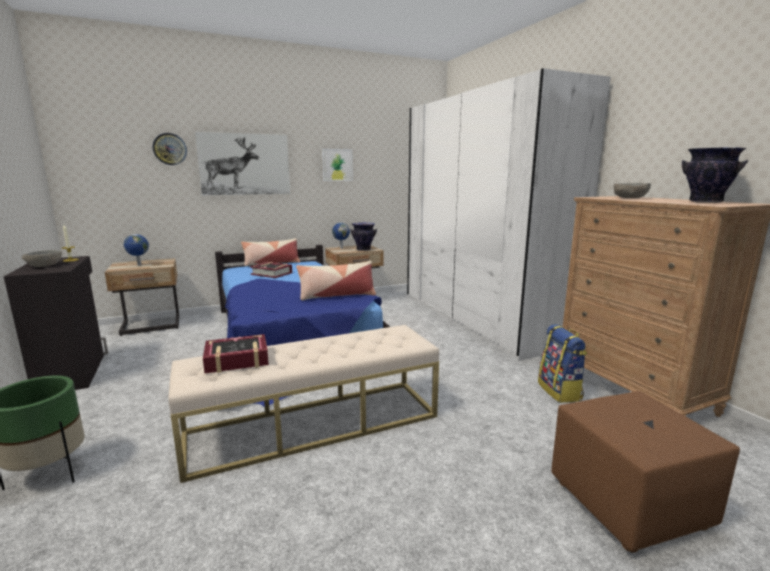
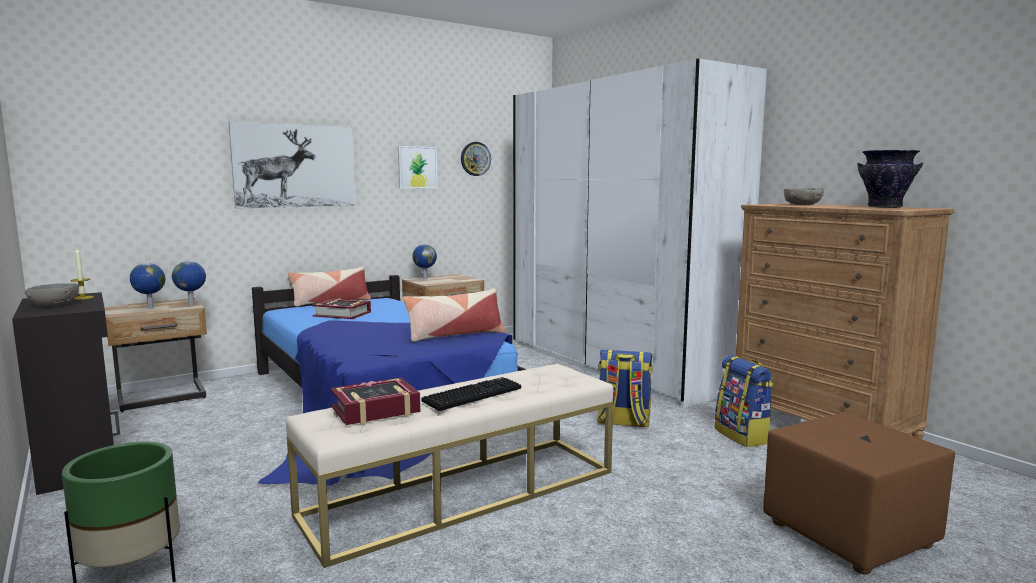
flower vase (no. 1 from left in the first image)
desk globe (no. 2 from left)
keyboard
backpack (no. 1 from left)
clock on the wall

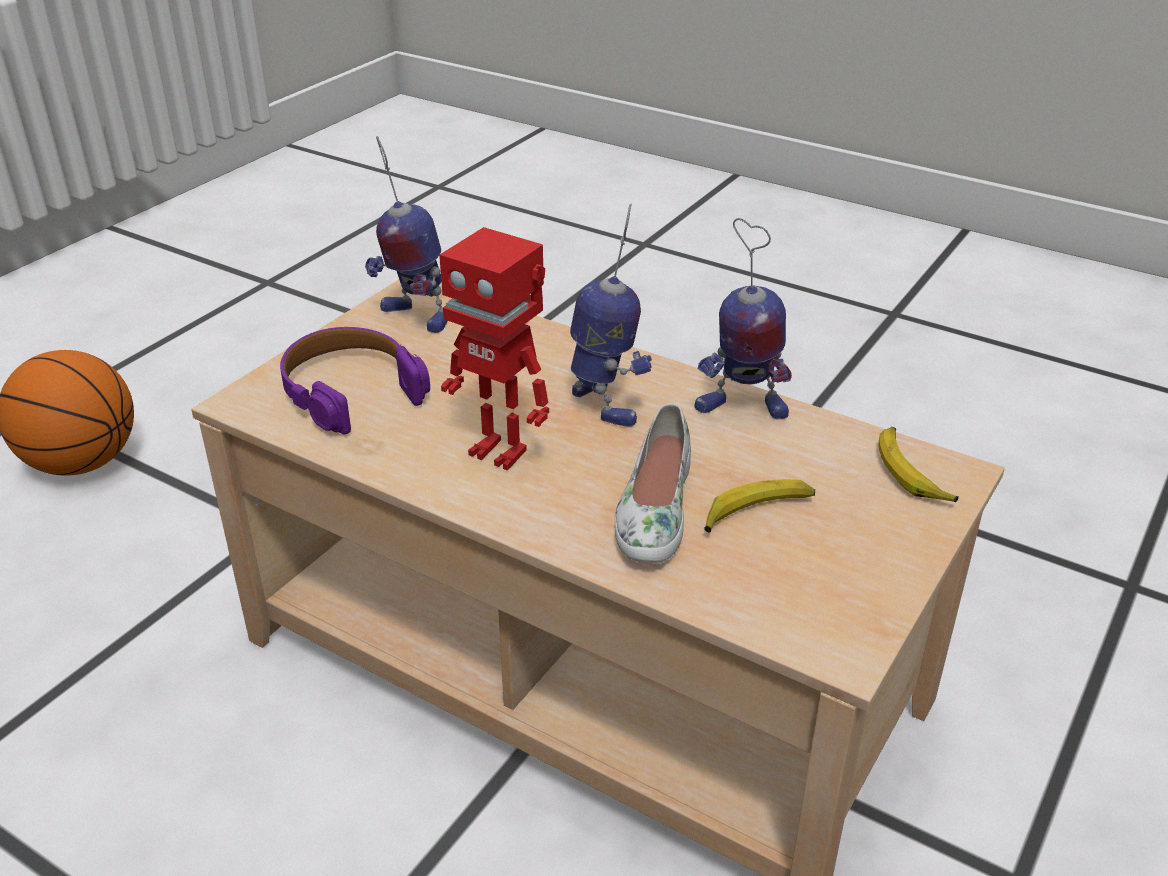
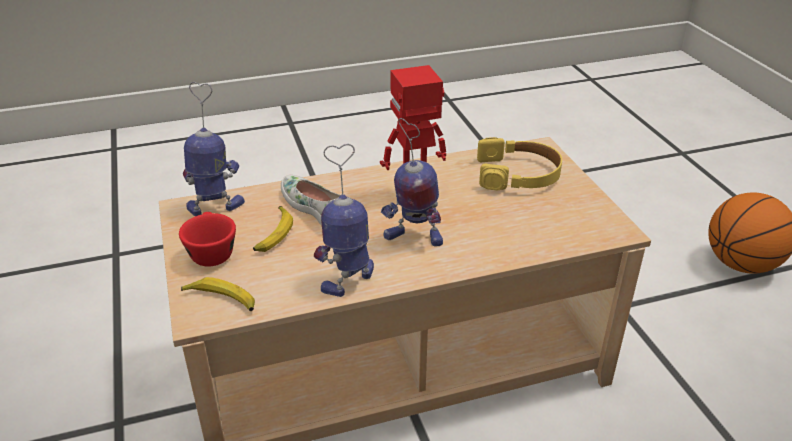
small cup in red-coloured
toy robot (no. 1 from left)
pair of headphones in yellow-coloured

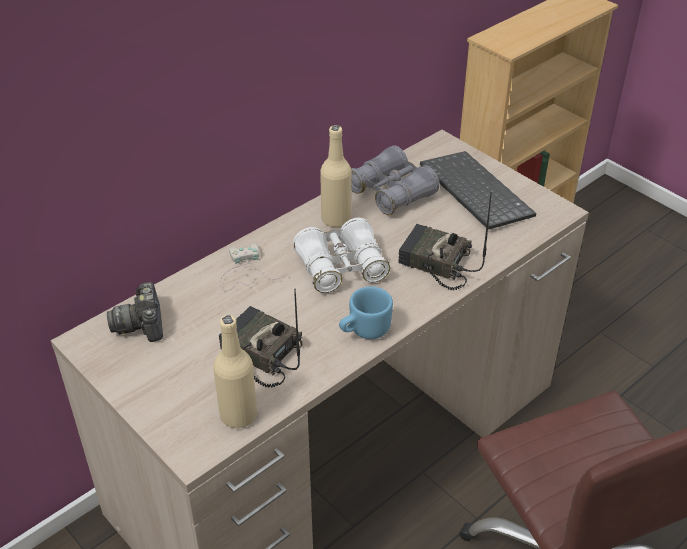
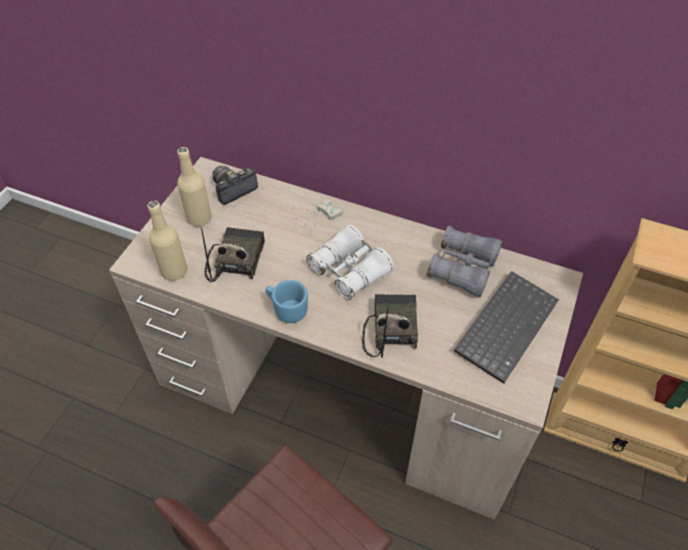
beverage bottle in sand-coloured (no. 2 from left)

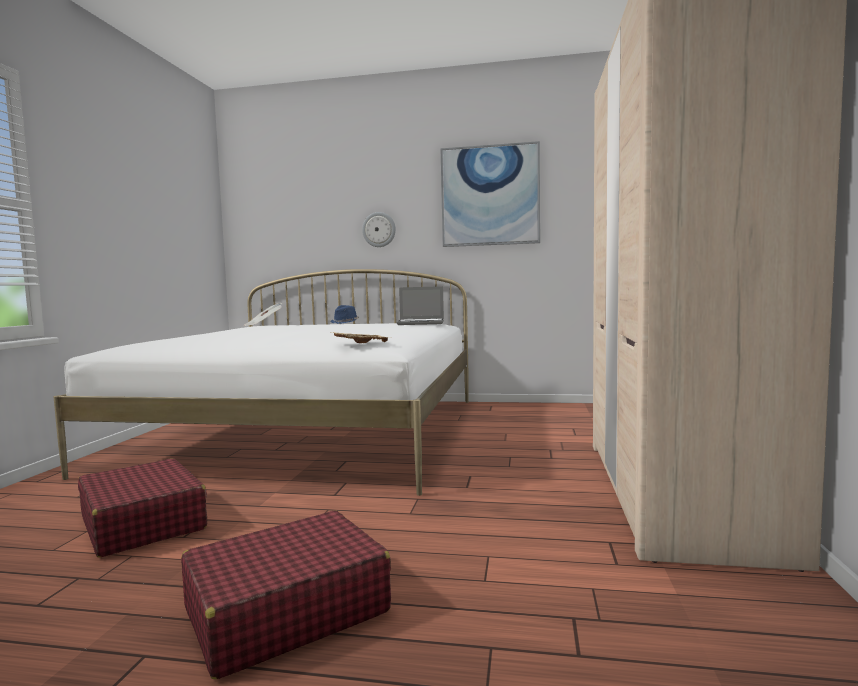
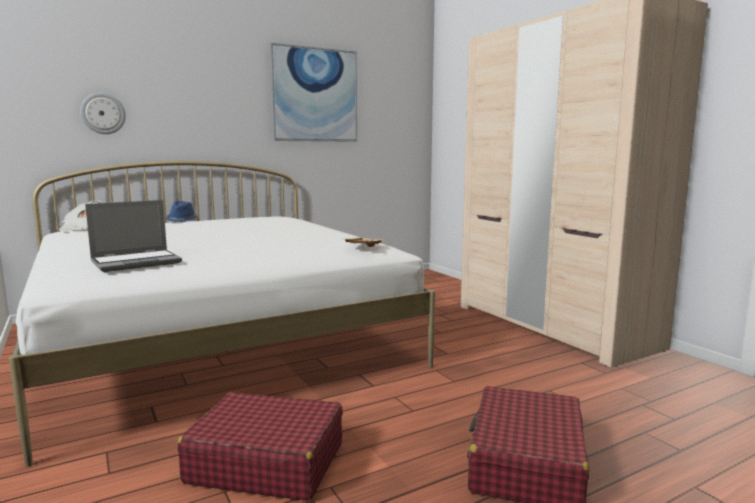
clock on the wall
laptop

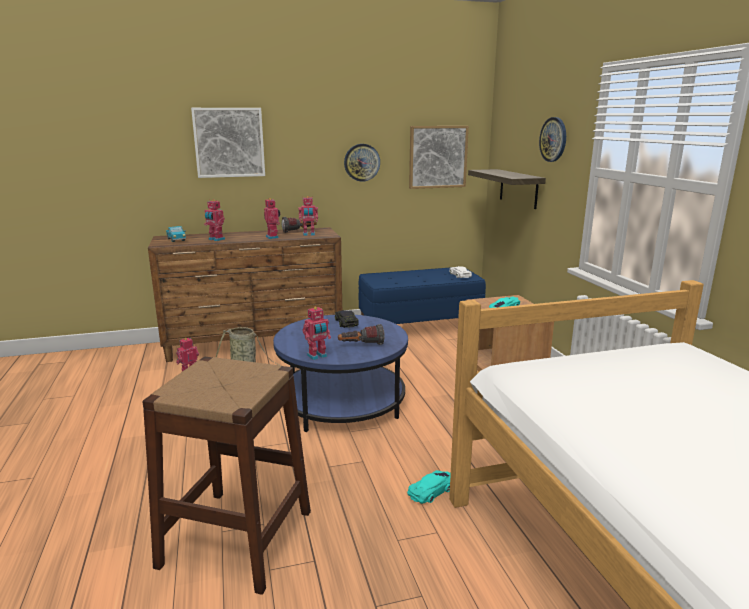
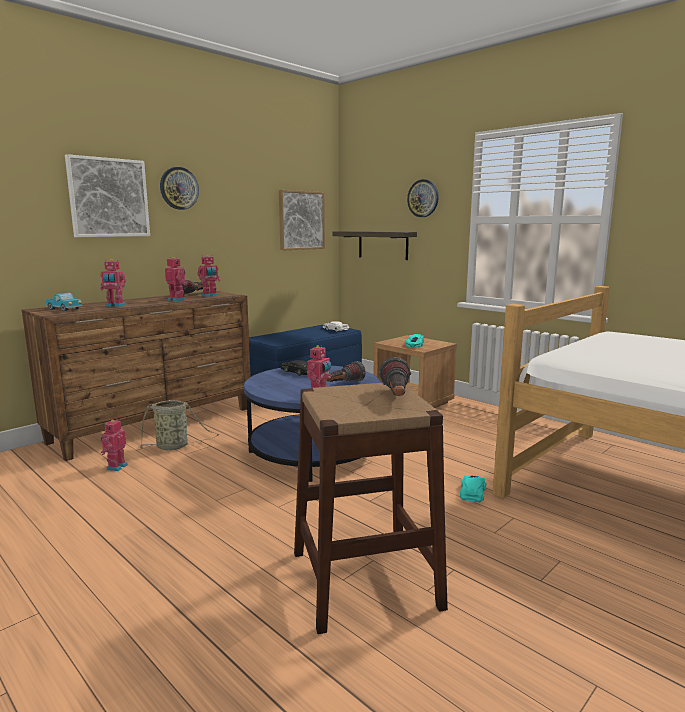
flashlight (no. 3 from left)
clock on the wall (no. 1 from left)

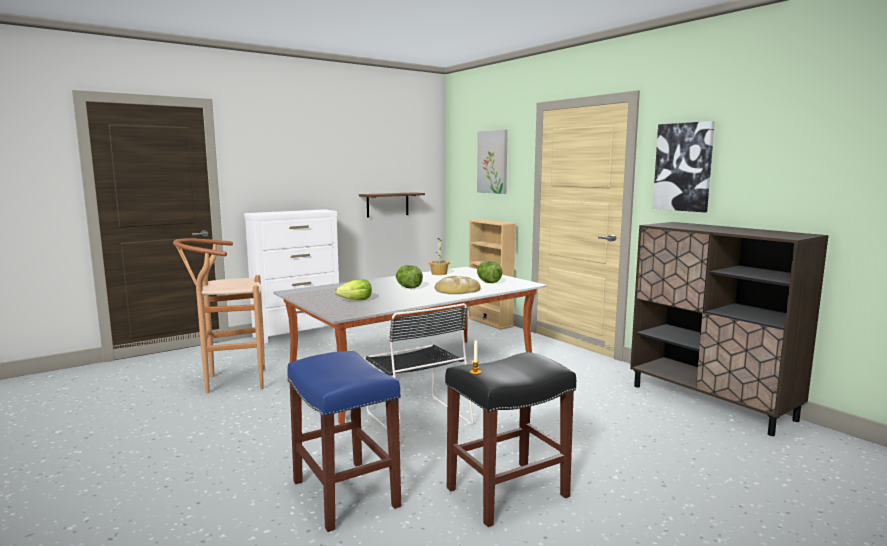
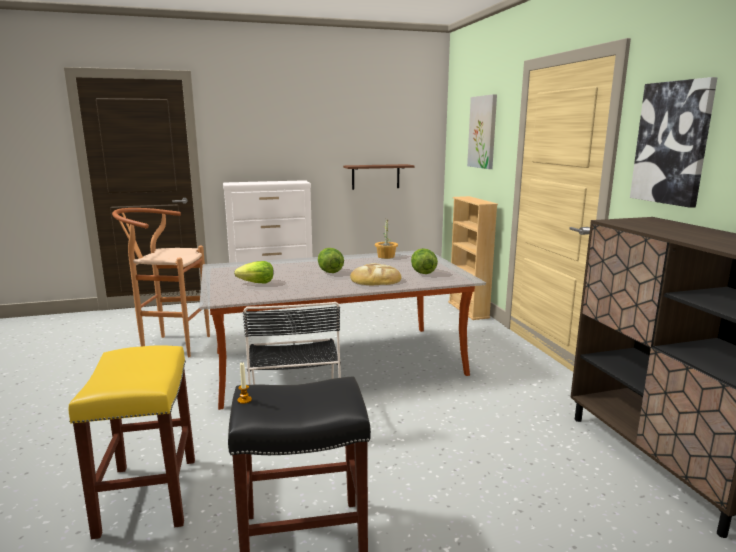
stool in yellow-coloured

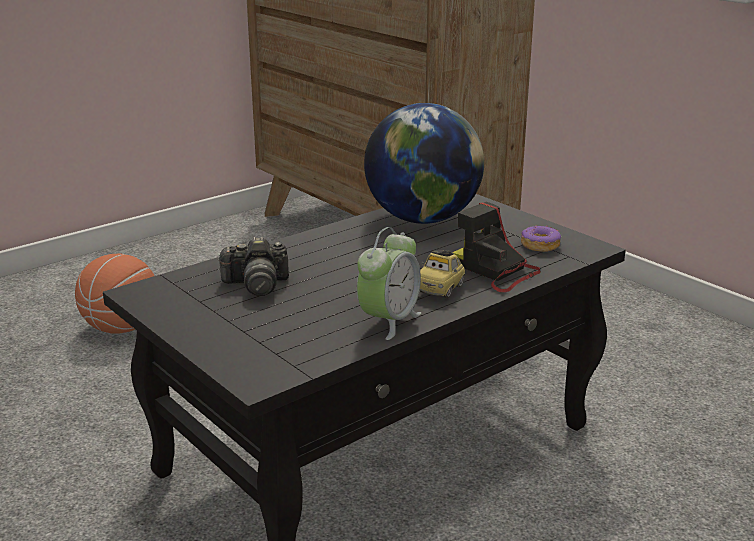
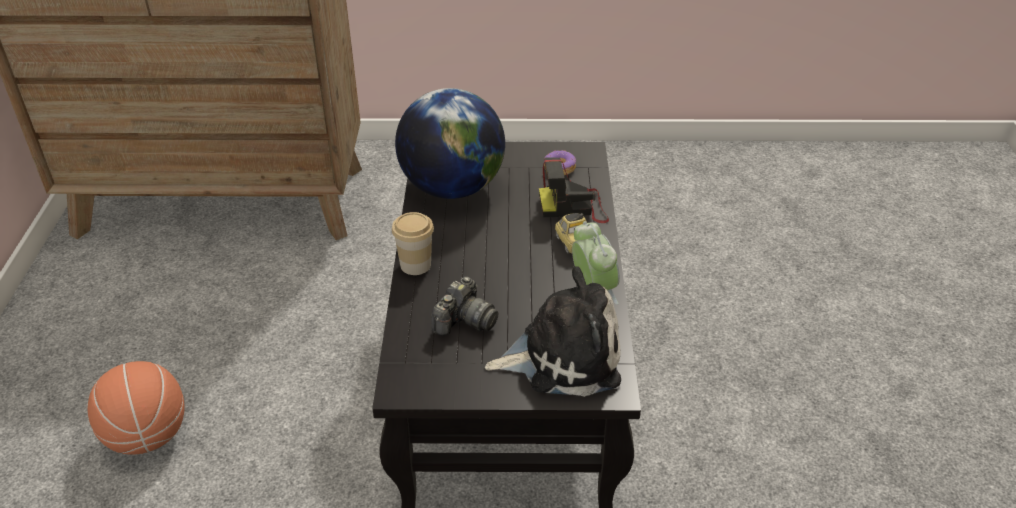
small cup
soft toy

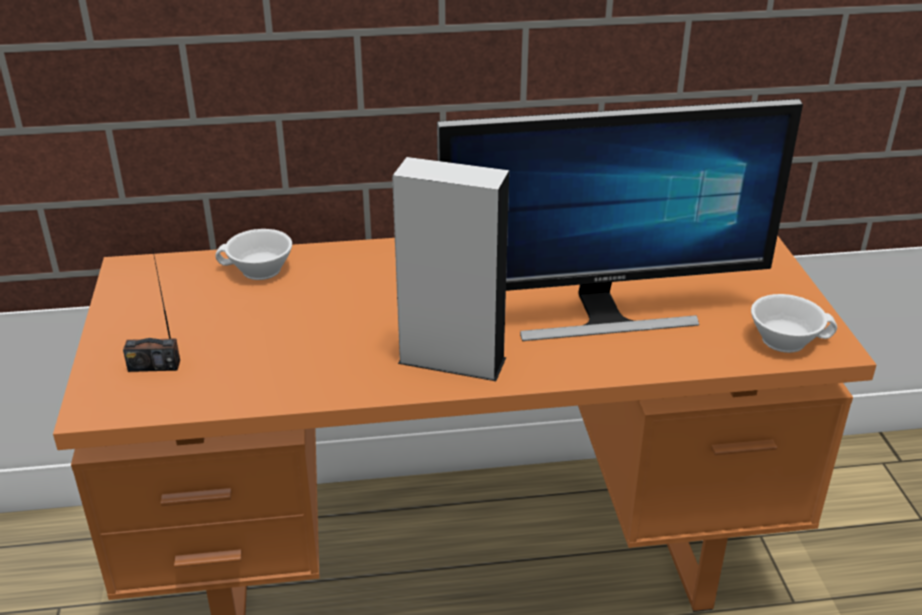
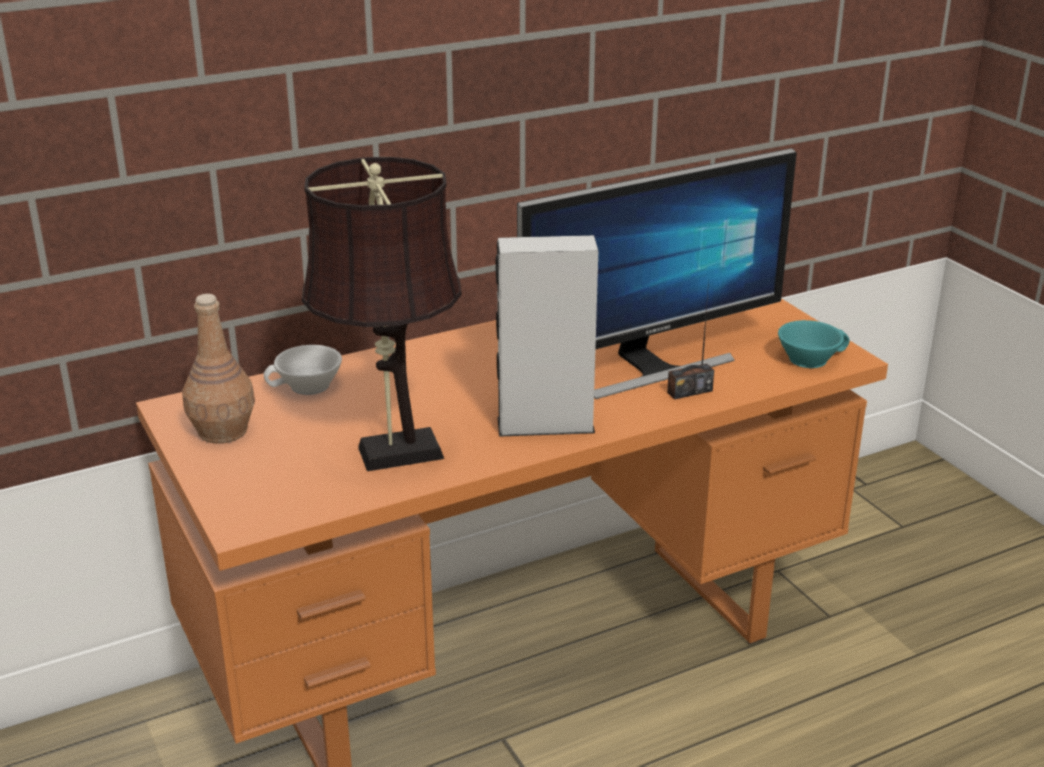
beverage bottle in brownish
tabletop lamp in brownish
radio receiver
small cup in turquoise

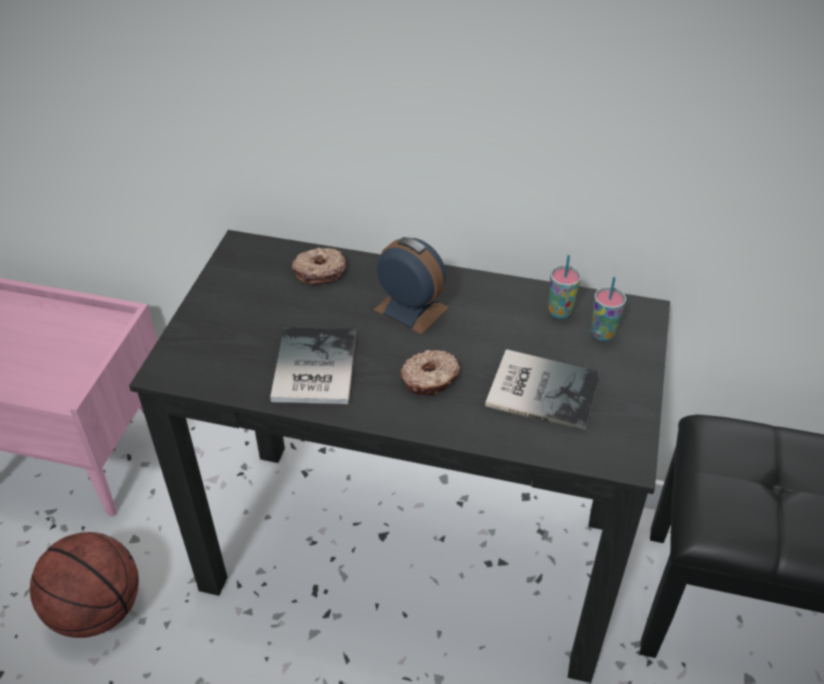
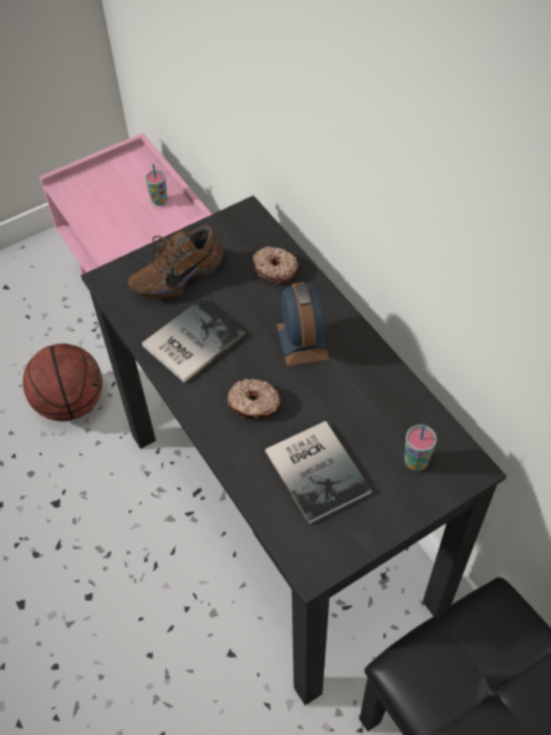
shoe in brownish
small cup (no. 1 from left)

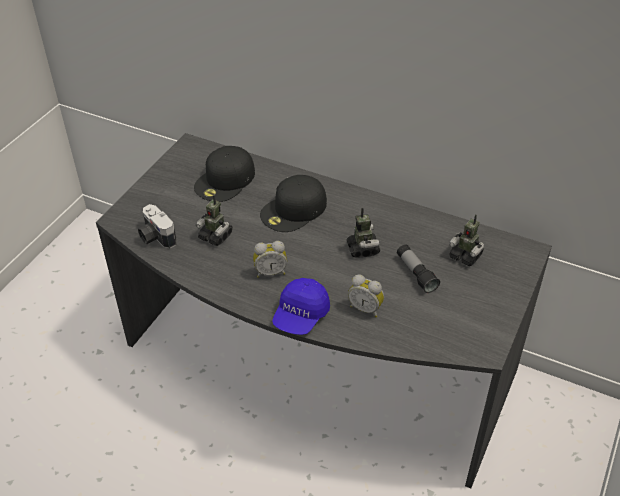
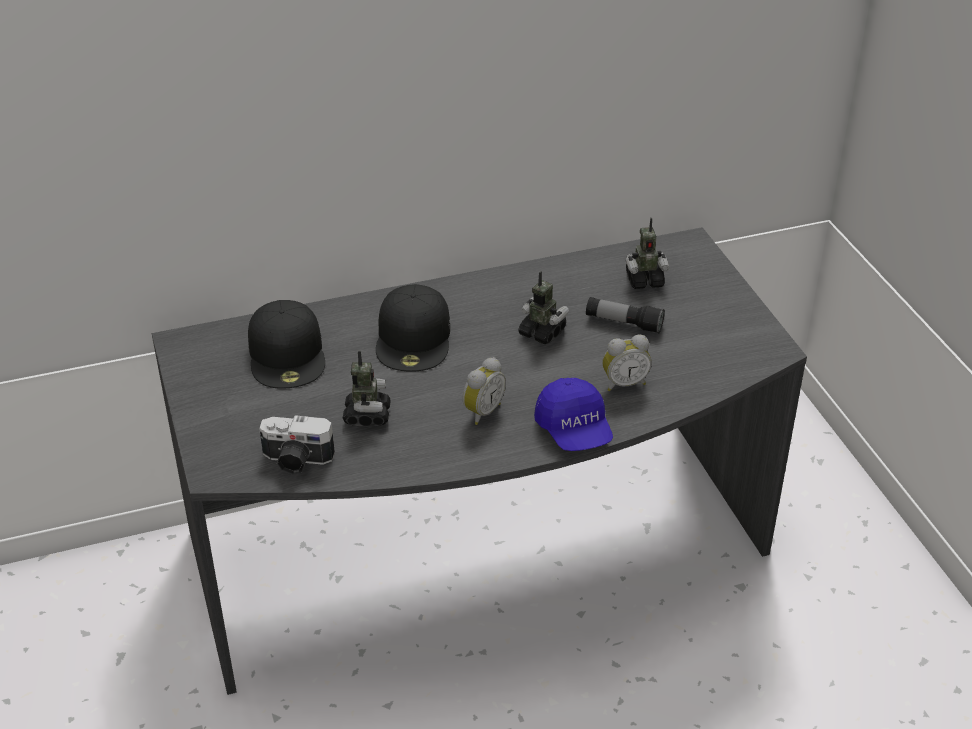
toy robot (no. 1 from left)

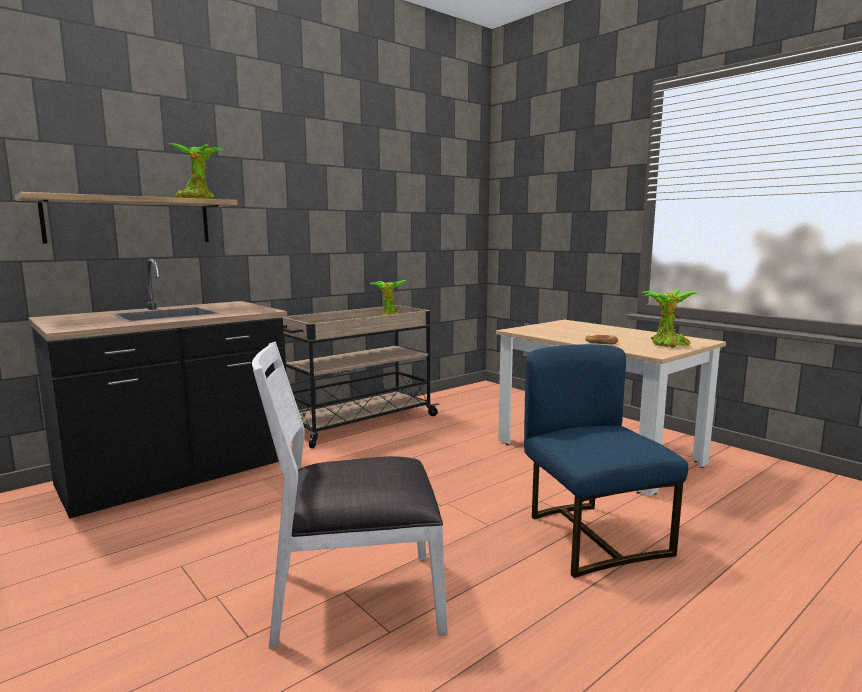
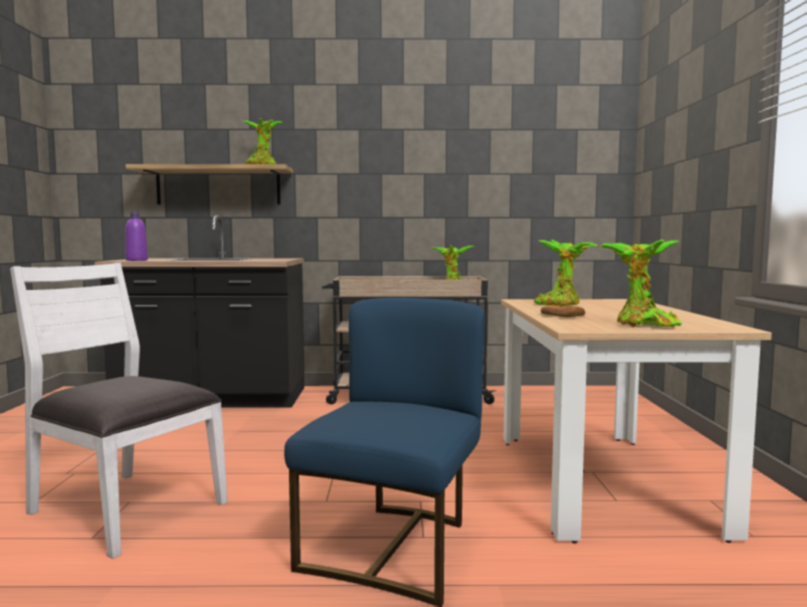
beverage bottle in purplish
potted plant (no. 3 from left)

